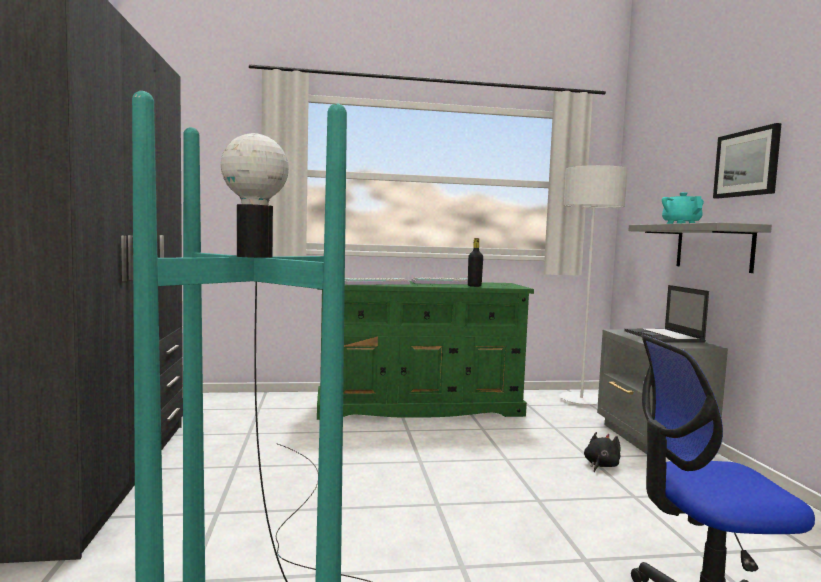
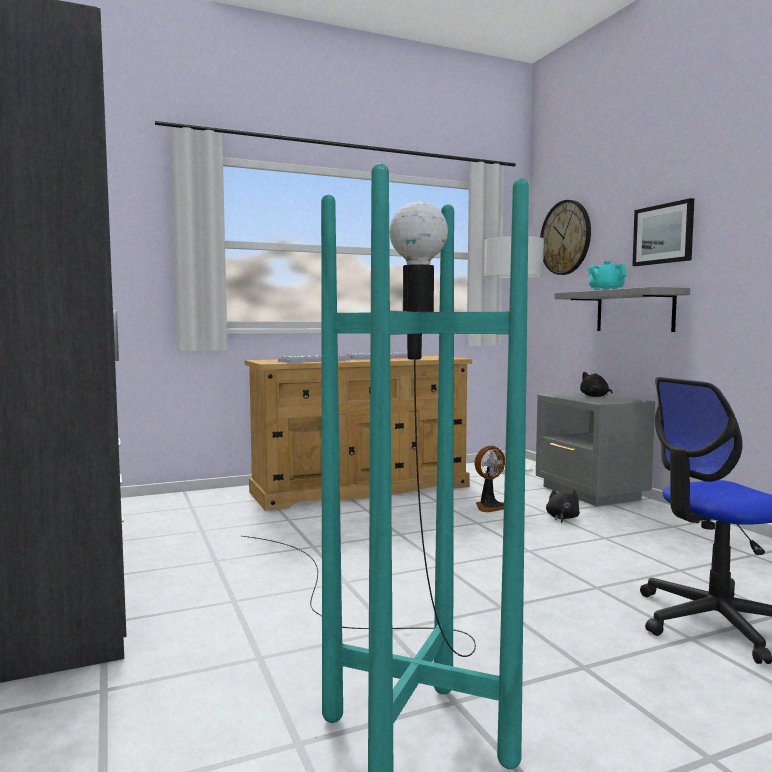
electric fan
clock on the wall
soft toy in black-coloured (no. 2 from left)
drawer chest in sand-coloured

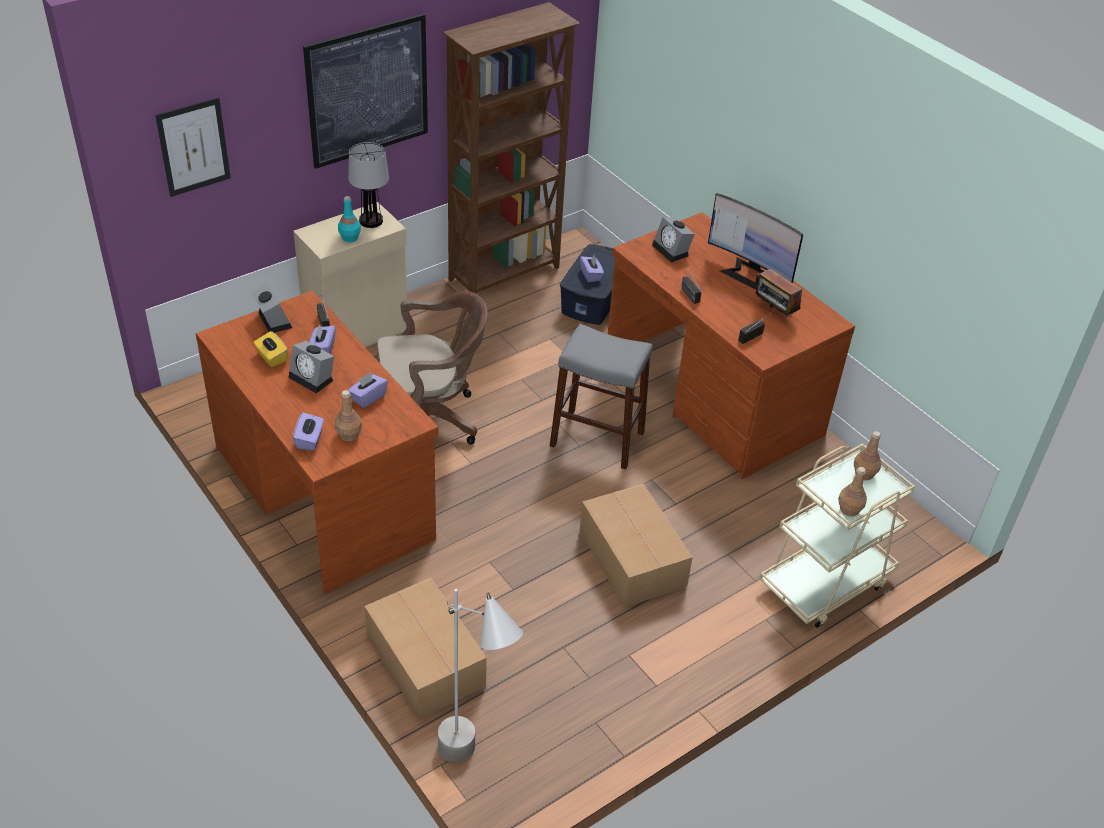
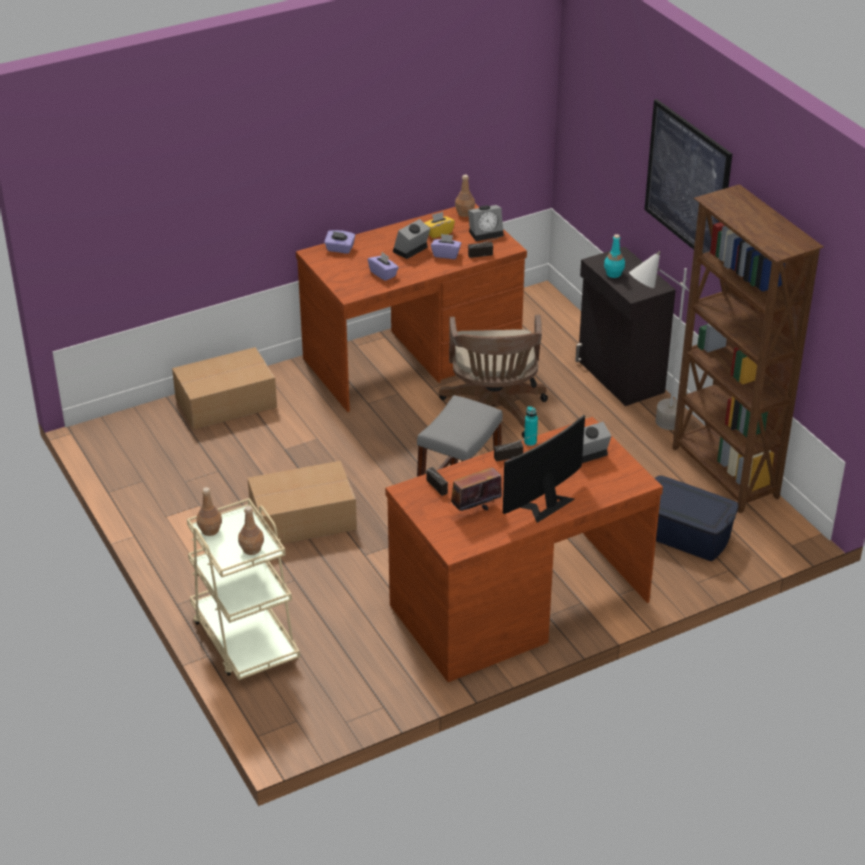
wall picture (no. 1 from left in the first image)
tabletop lamp
box of tissues in purplish (no. 4 from left in the first image)
beverage bottle in turquoise (no. 1 from left)
beverage bottle in brownish (no. 3 from left)
standard lamp in gray
cabinet in black-coloured

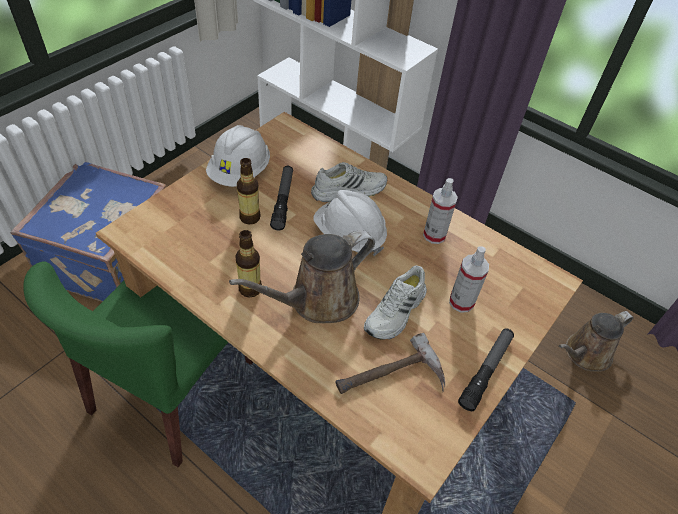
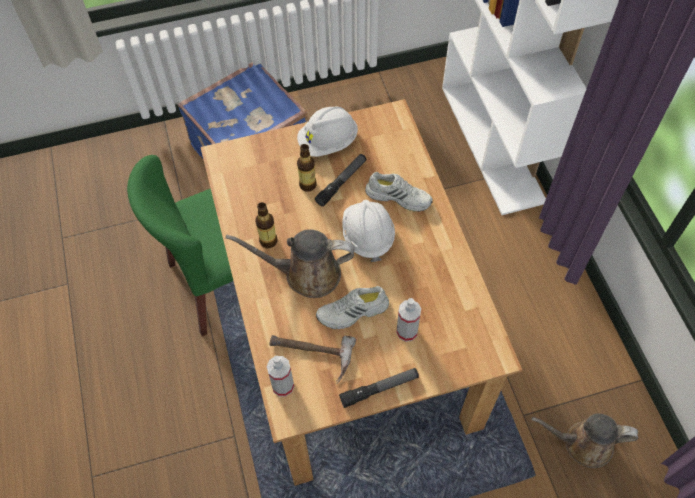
sprayer (no. 1 from left)

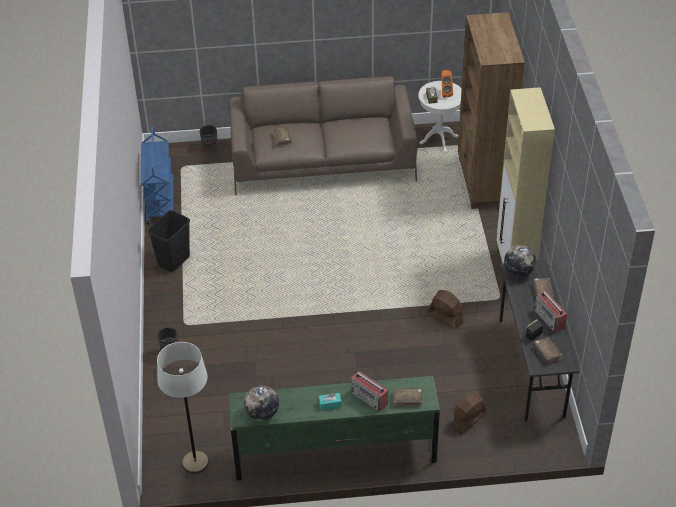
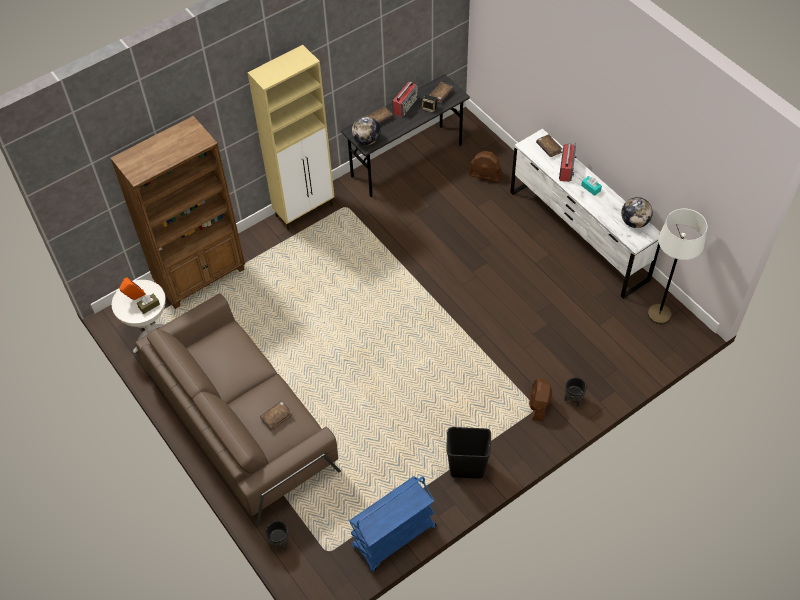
electric fan in brownish (no. 2 from left)
drawer chest in white

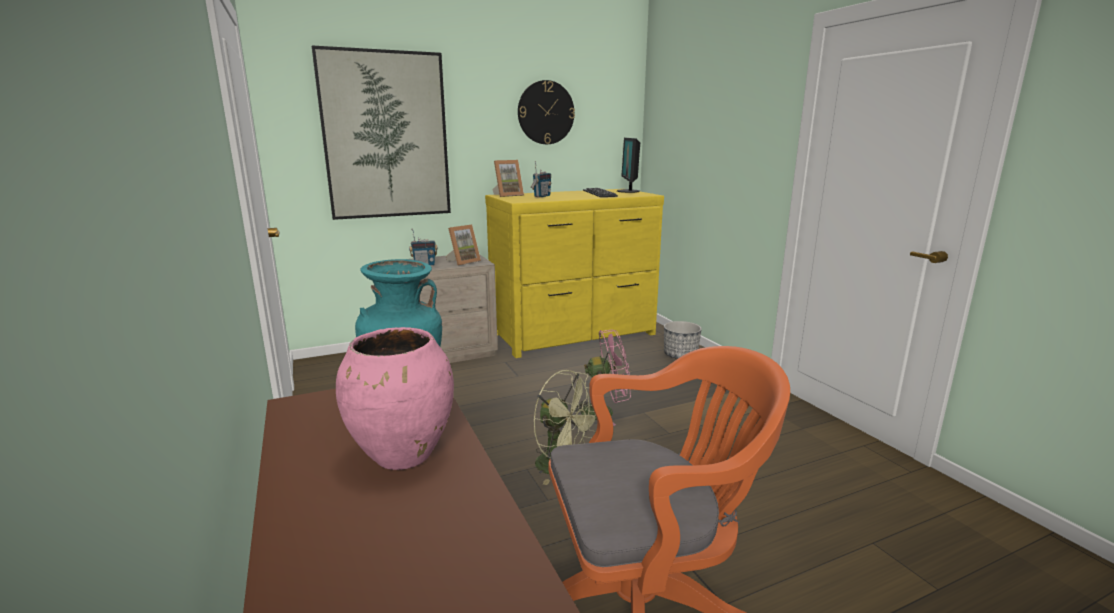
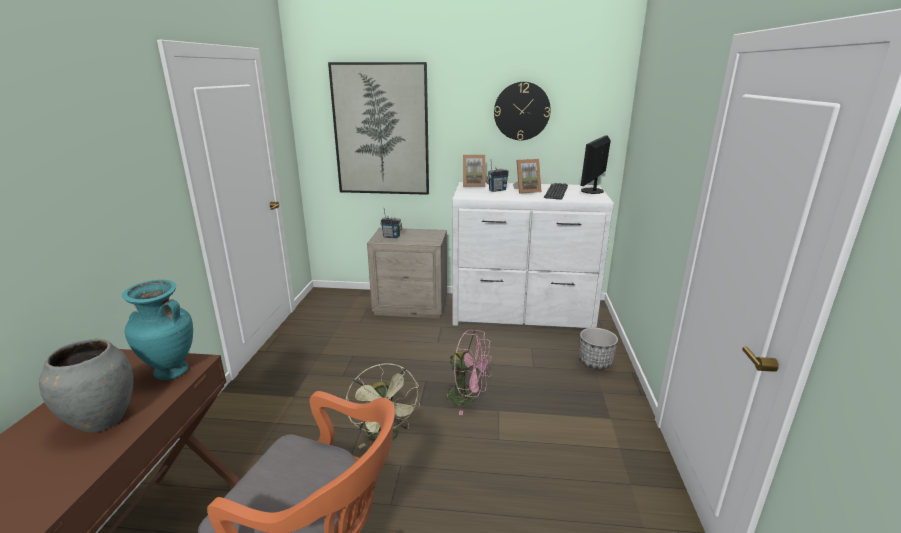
standing frame (no. 2 from left)
flower vase in gray
drawer chest in white

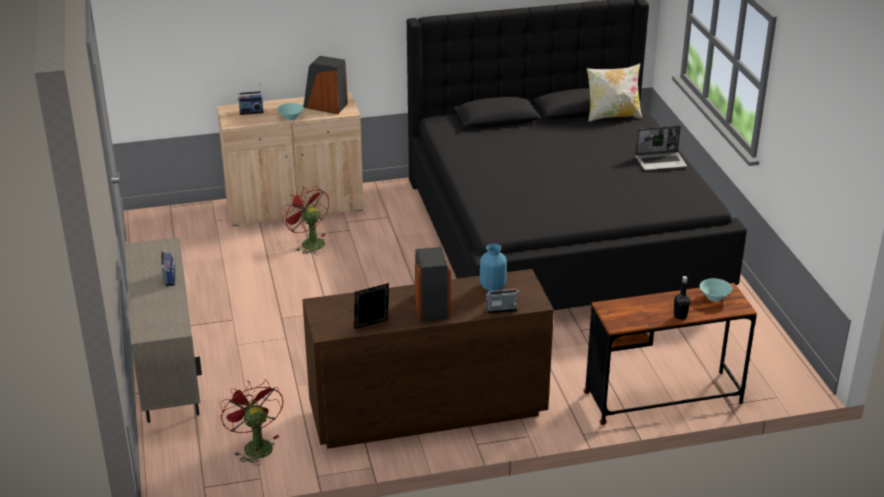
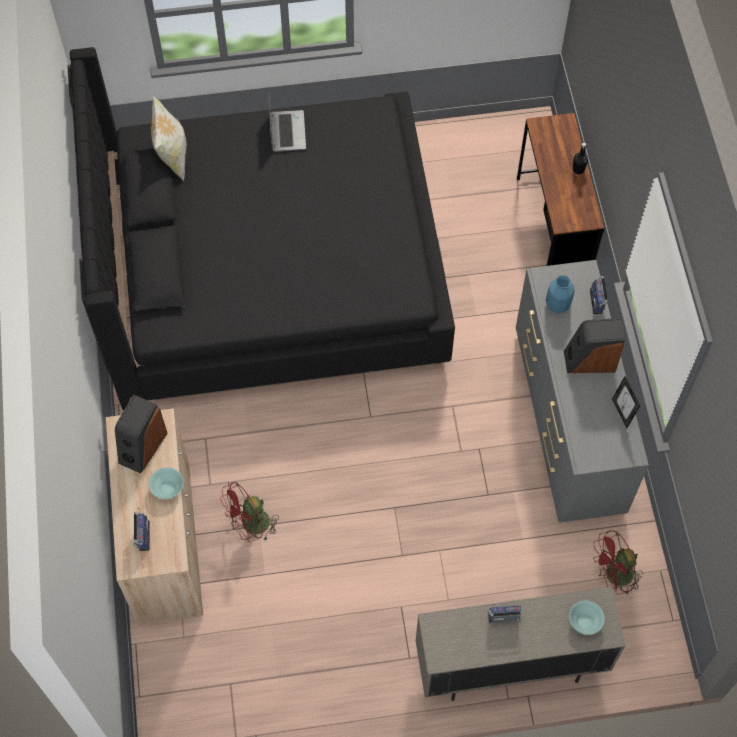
bowl in turquoise (no. 2 from left)
drawer chest in gray

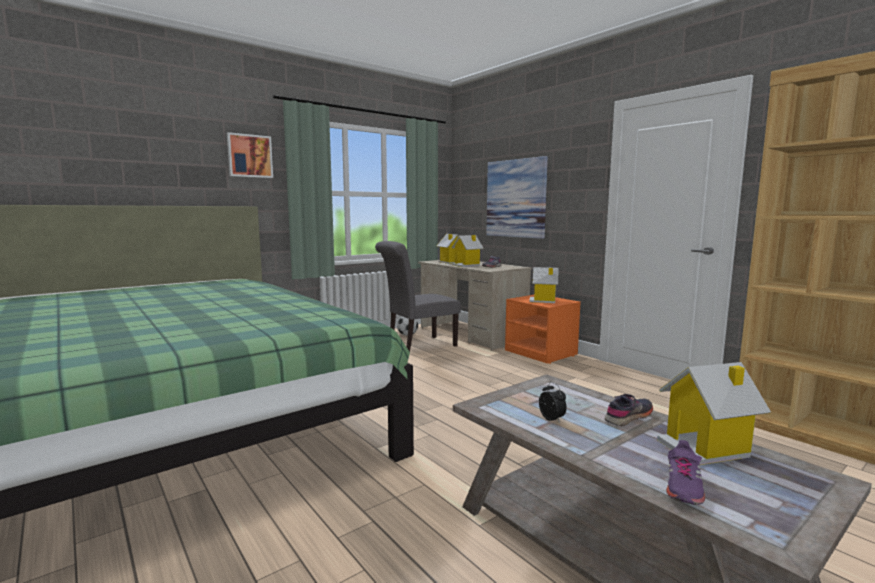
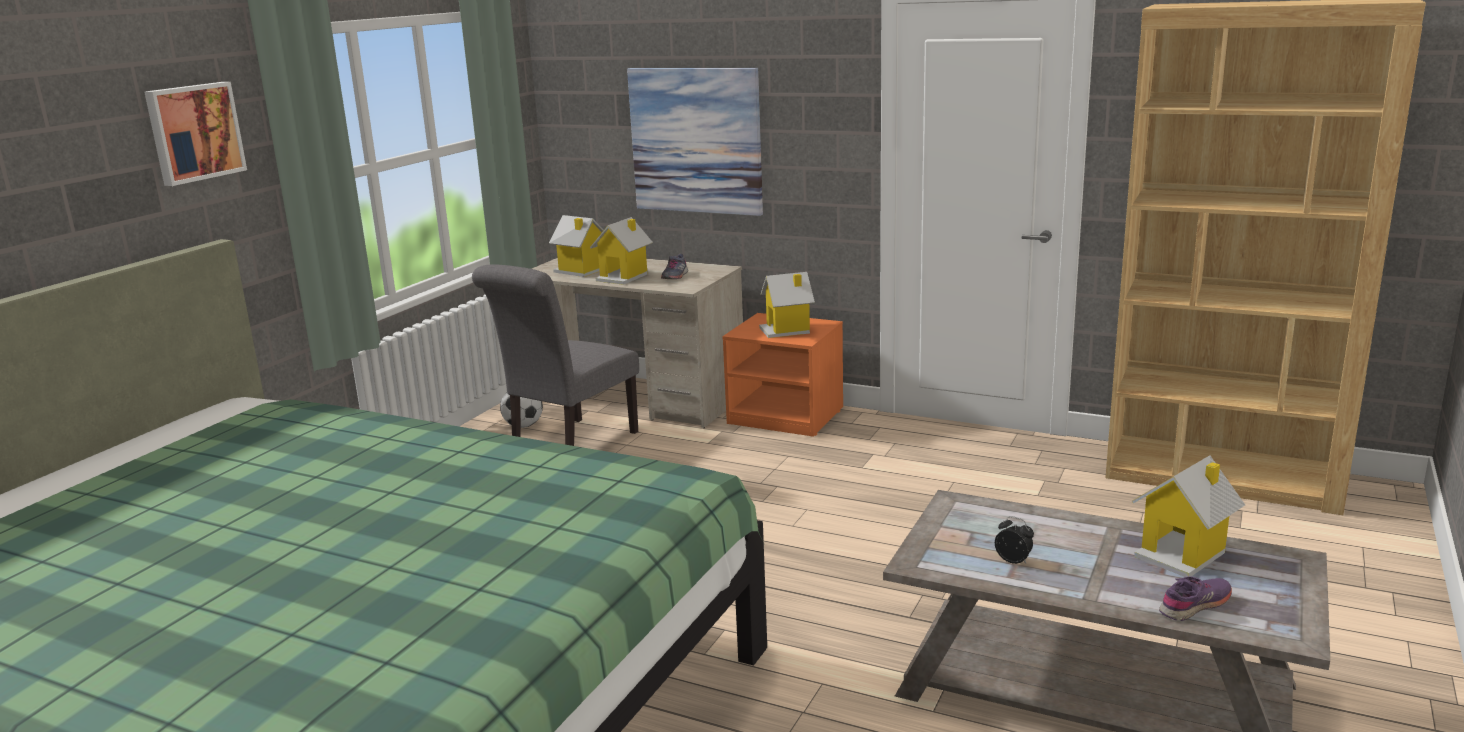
shoe in gray (no. 2 from left in the first image)
shoe in purplish

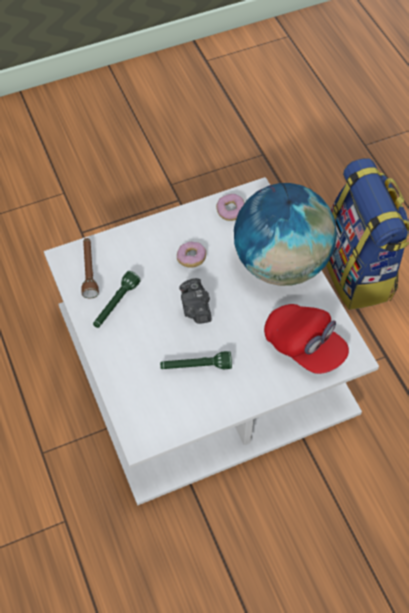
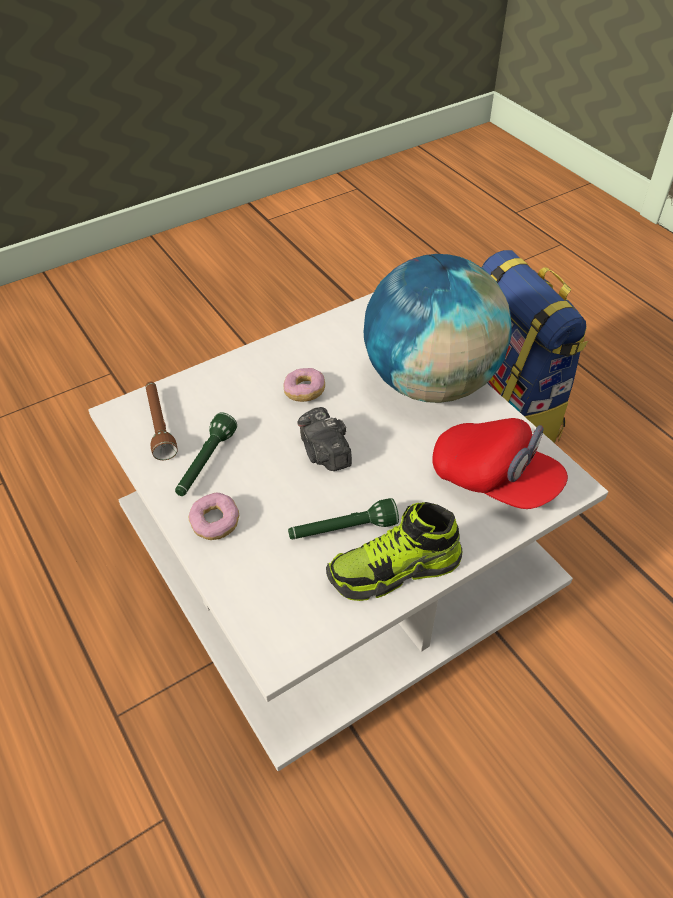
shoe
donut (no. 1 from left)

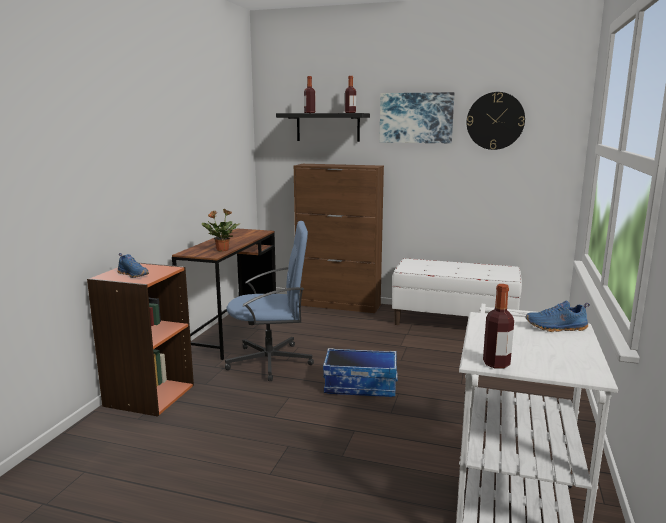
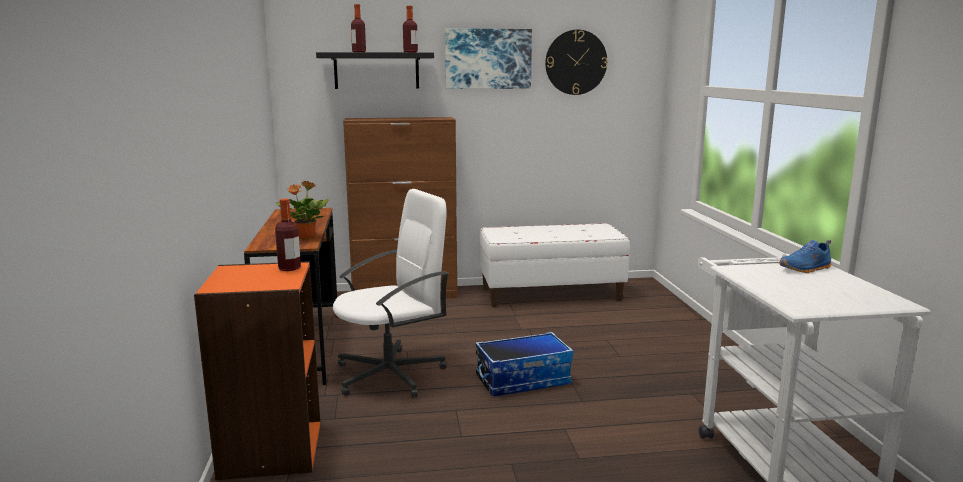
shoe in blue (no. 1 from left in the first image)
beverage bottle (no. 1 from left)
office chair in white

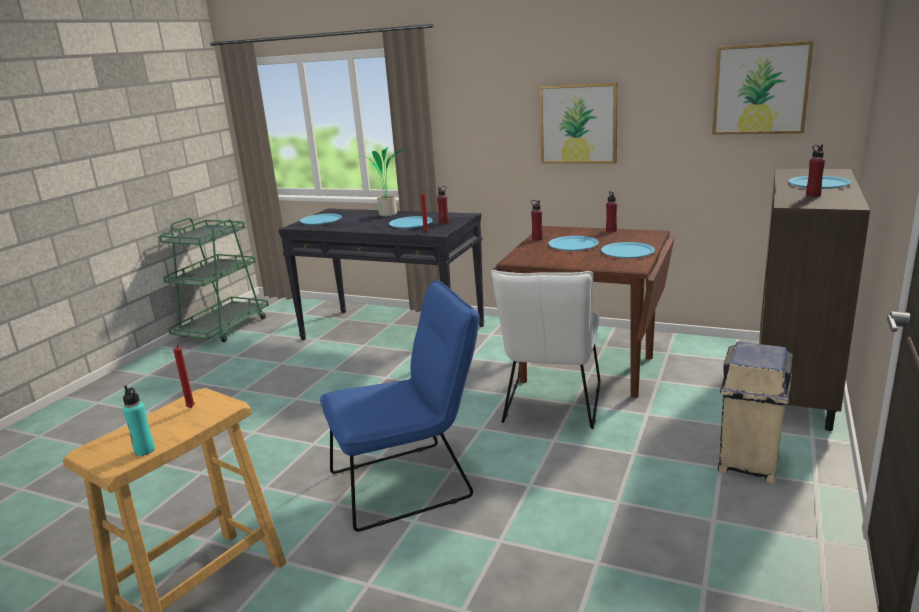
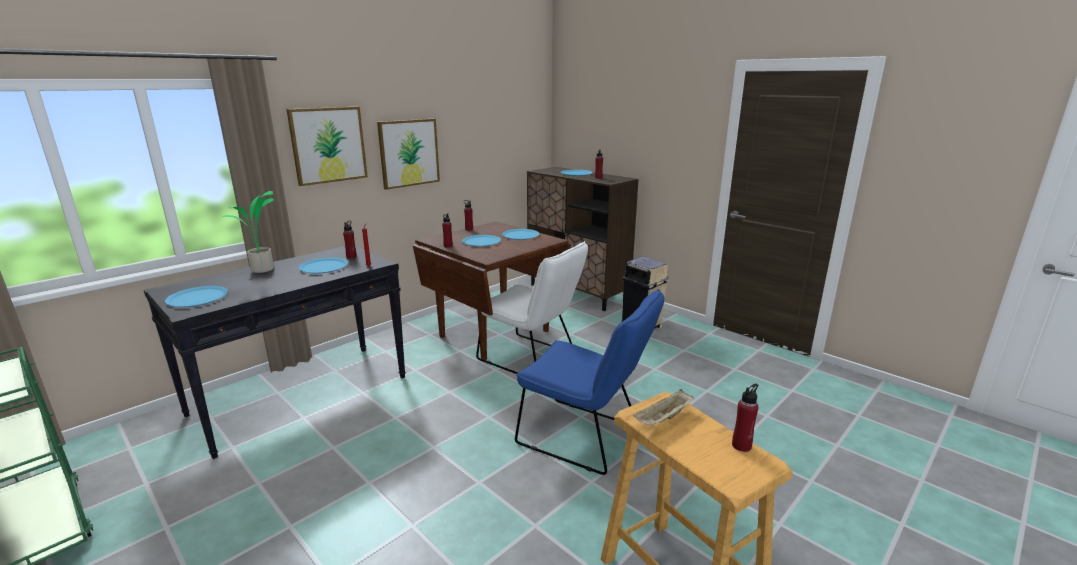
wall picture (no. 1 from left)
tray in sand-coloured
beverage bottle in red-coloured (no. 5 from left)
plain chair in blue

